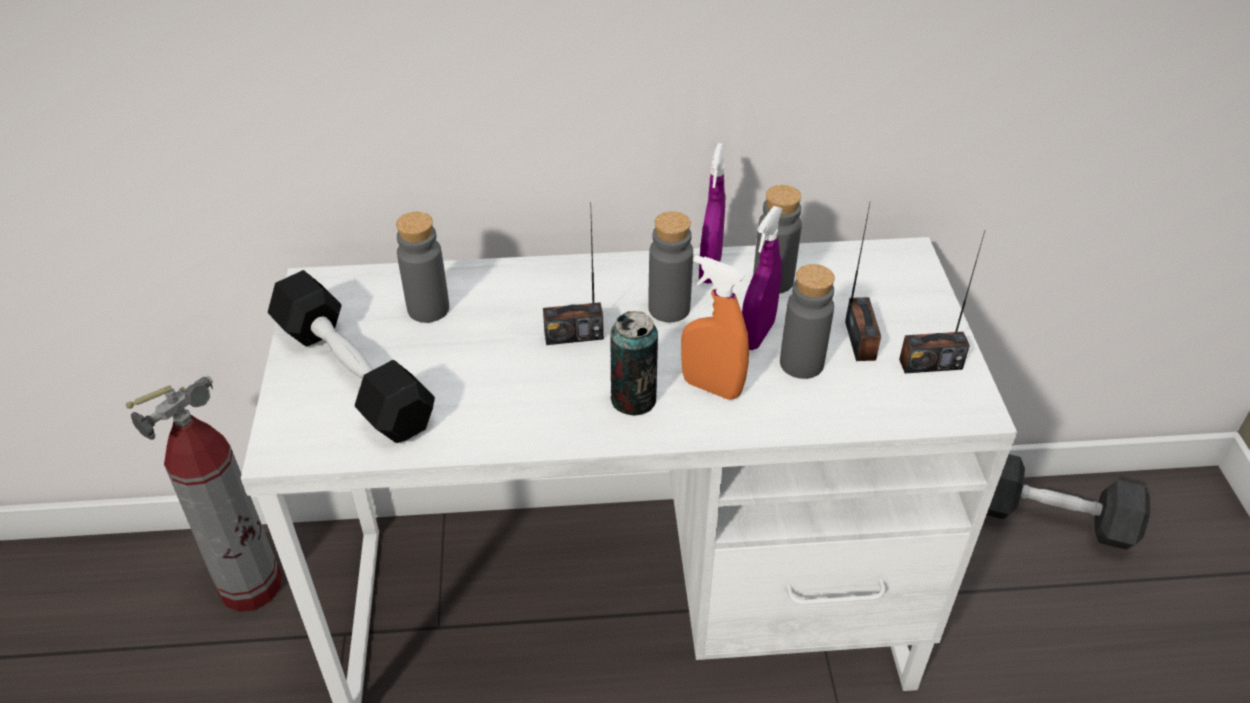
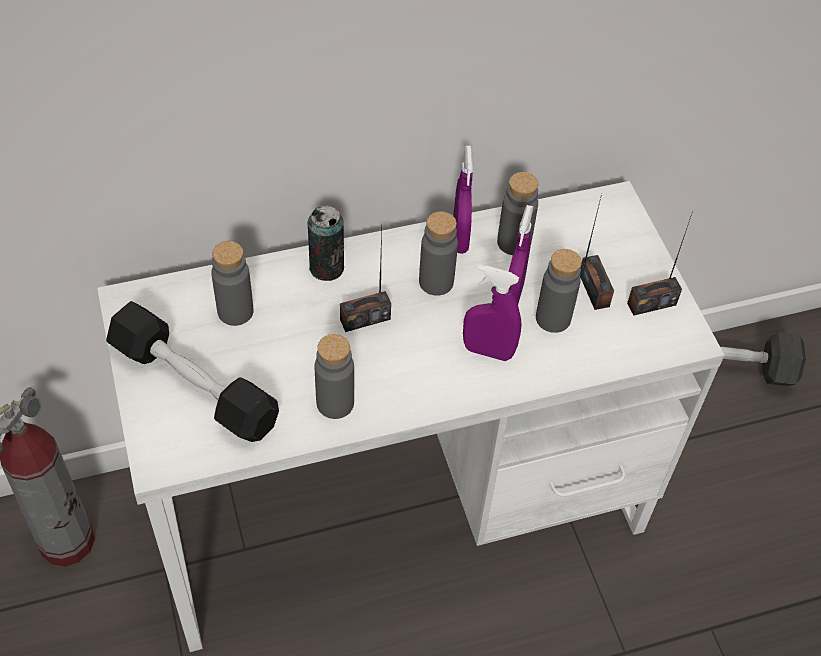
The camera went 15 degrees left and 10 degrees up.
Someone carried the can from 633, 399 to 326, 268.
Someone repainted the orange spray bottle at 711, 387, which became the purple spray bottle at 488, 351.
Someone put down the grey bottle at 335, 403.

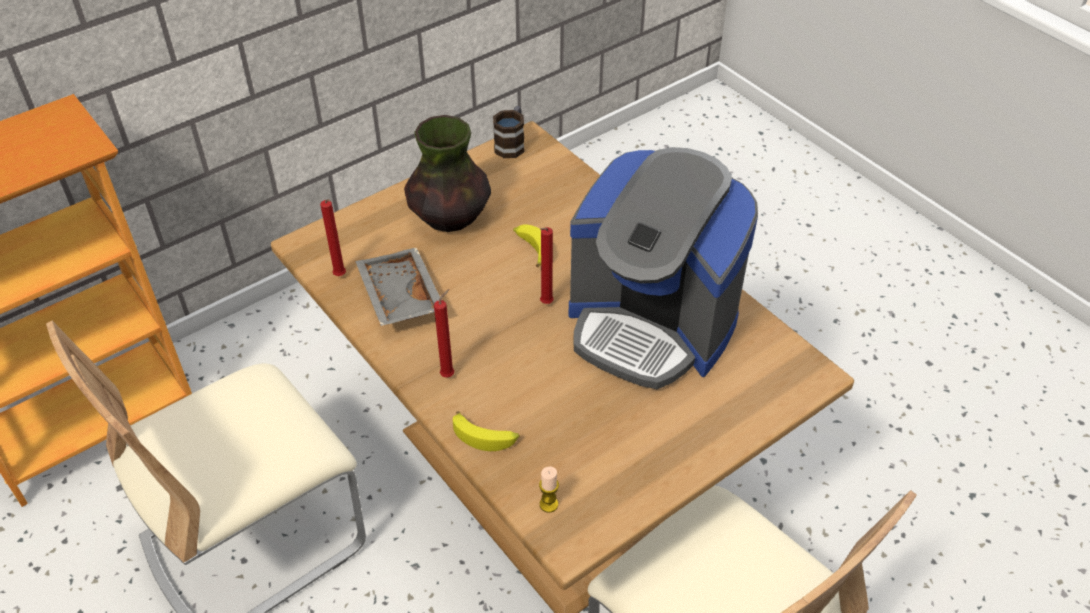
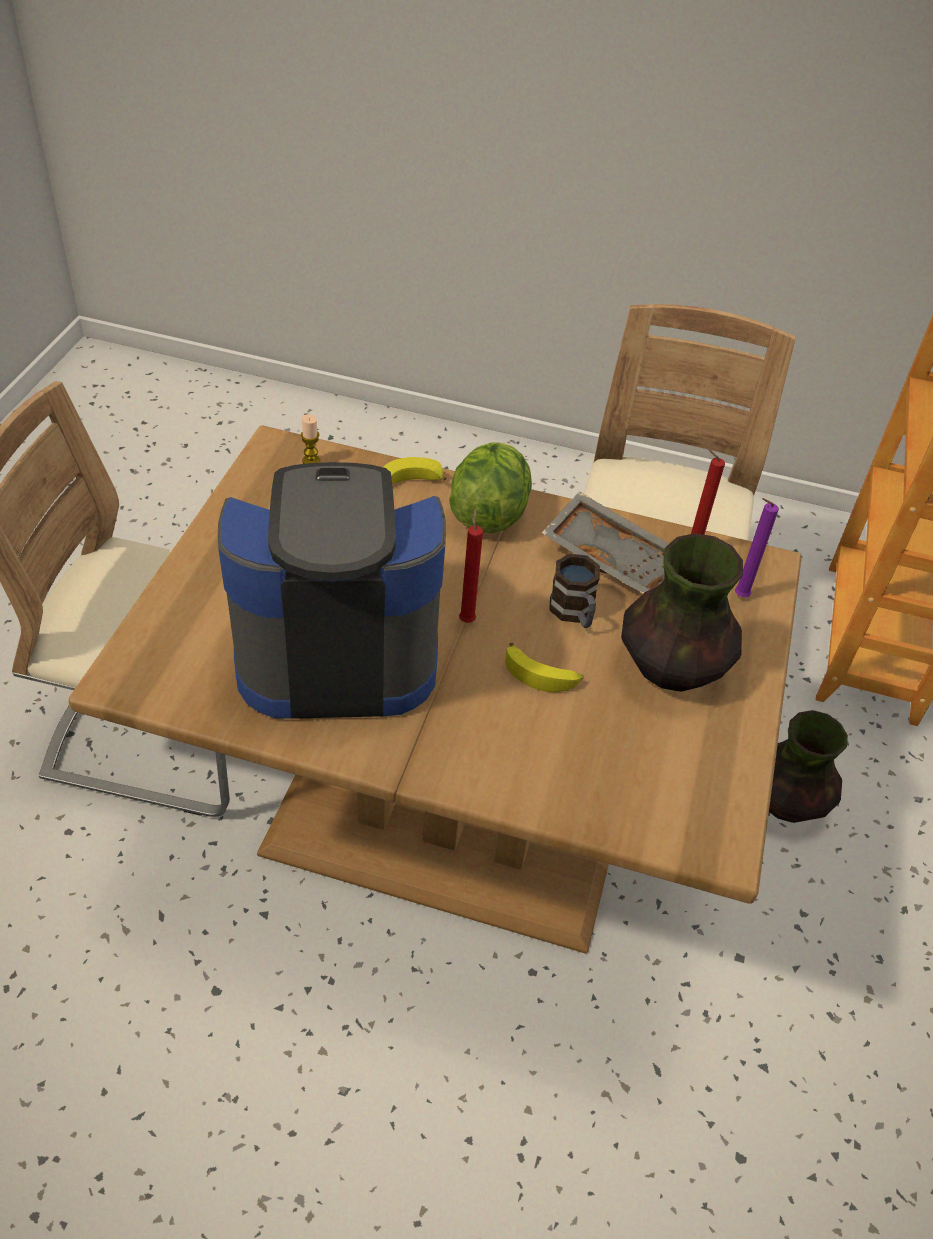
The camera went 140 degrees right and 0 degrees up.
Someone swapped the red candle at 449, 374 for the lettuce at 488, 514.
Someone carried the mug from 511, 144 to 574, 613.
Someone put down the purple candle at 738, 596.
Someone put down the vase at 785, 802.

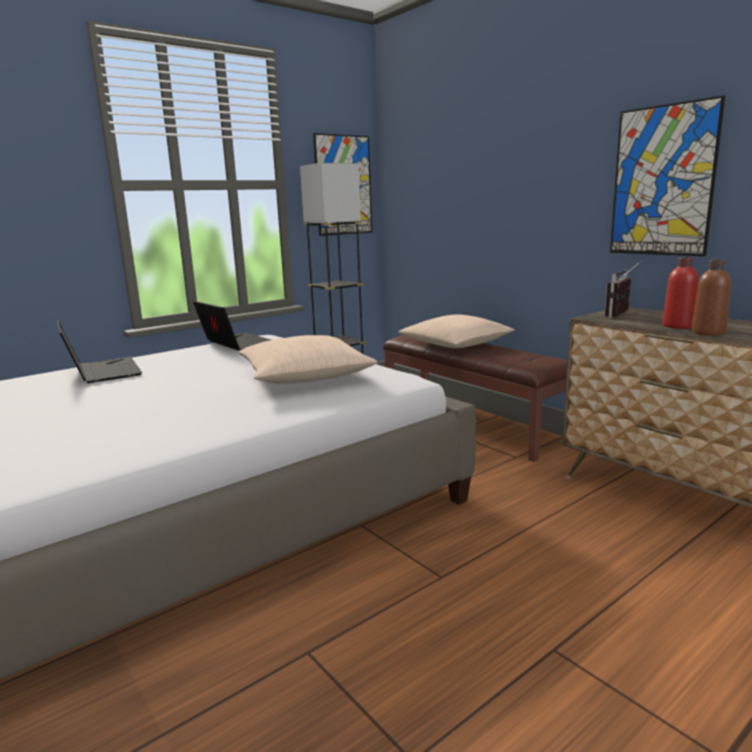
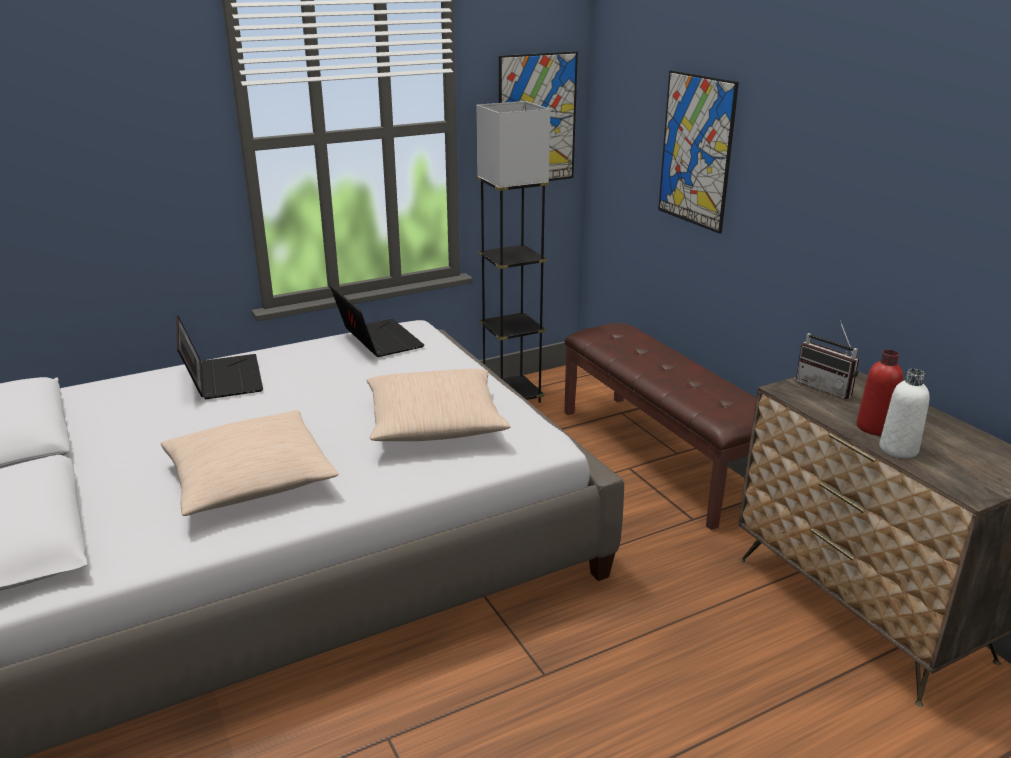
The camera went 10 degrees right and 10 degrees up.
Someone carried the beige pillow from 455, 345 to 249, 479.
Someone rotated the radio at 622, 315 by 90 degrees counterclockwise.
Someone carried the picture from 662, 181 to 696, 151.
Someone repainted the brown bottle at 708, 332, which became the white bottle at 898, 449.

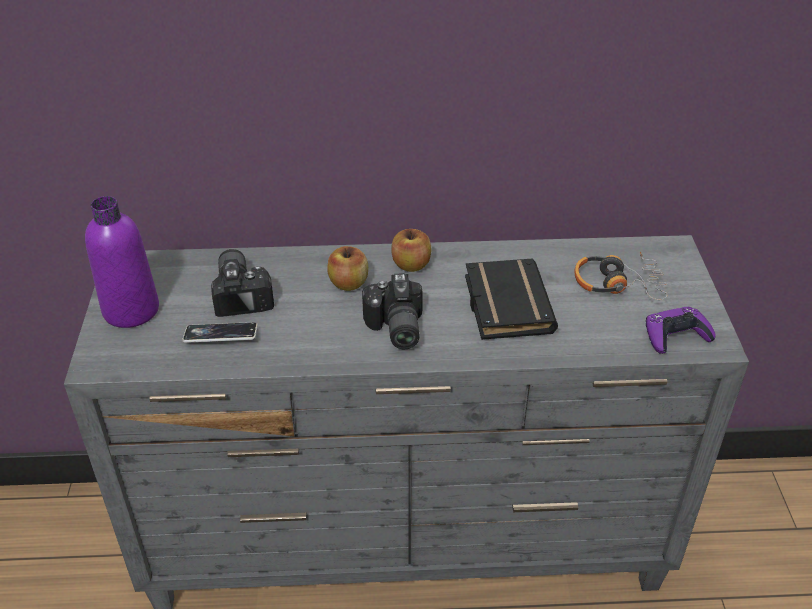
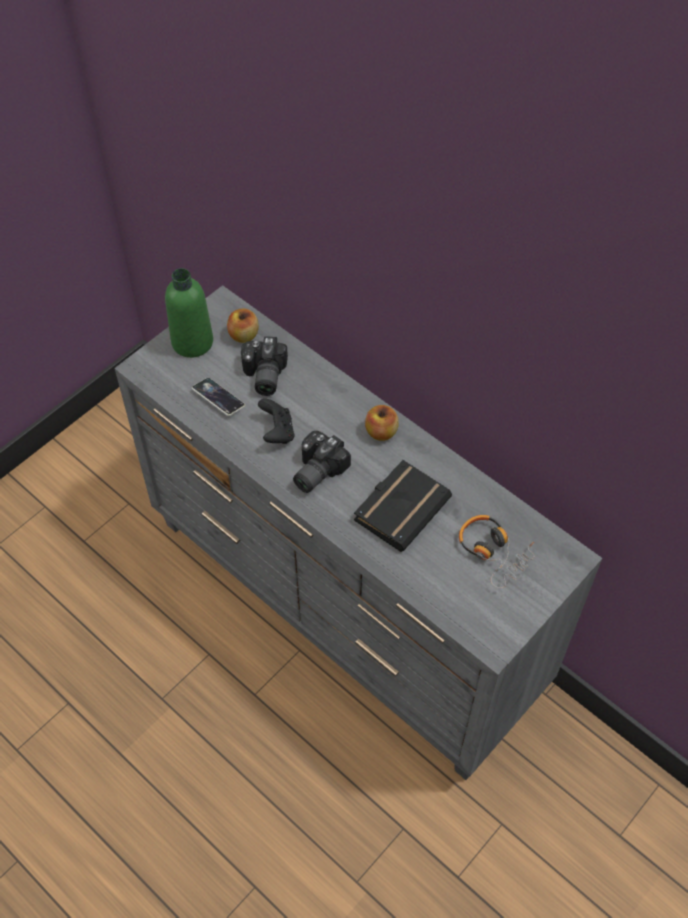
The camera went 45 degrees right and 15 degrees up.
Someone repainted the purple bottle at 131, 310, which became the green bottle at 192, 342.
Someone rotated the photo camera at 243, 292 by 150 degrees clockwise.
Someone carried the apple from 348, 283 to 244, 335.
Someone took away the purple game controller at 676, 335.
Someone put down the black game controller at 277, 432.

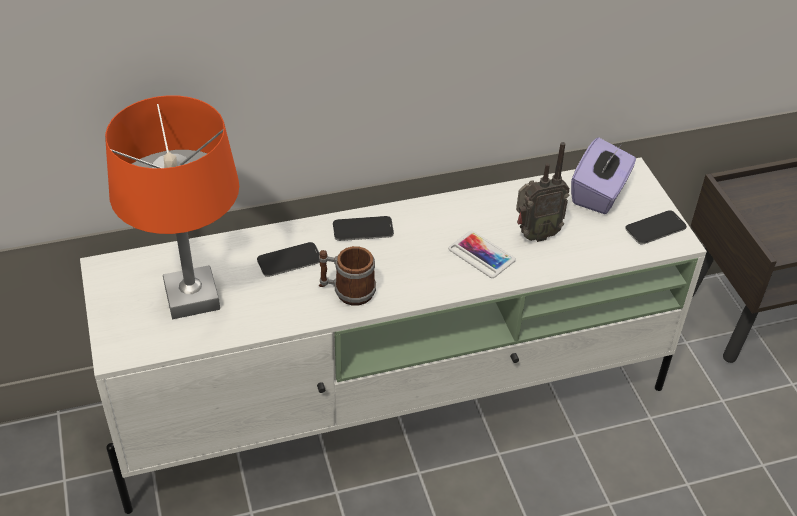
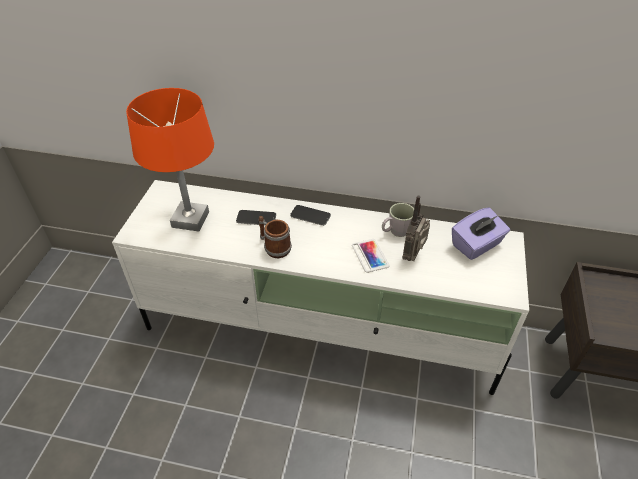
The camera went 30 degrees right and 0 degrees up.
Someone rotated the radio at 535, 234 by 105 degrees clockwise.
Someone took away the phone at 655, 228.
Someone put down the grey mug at 395, 232.

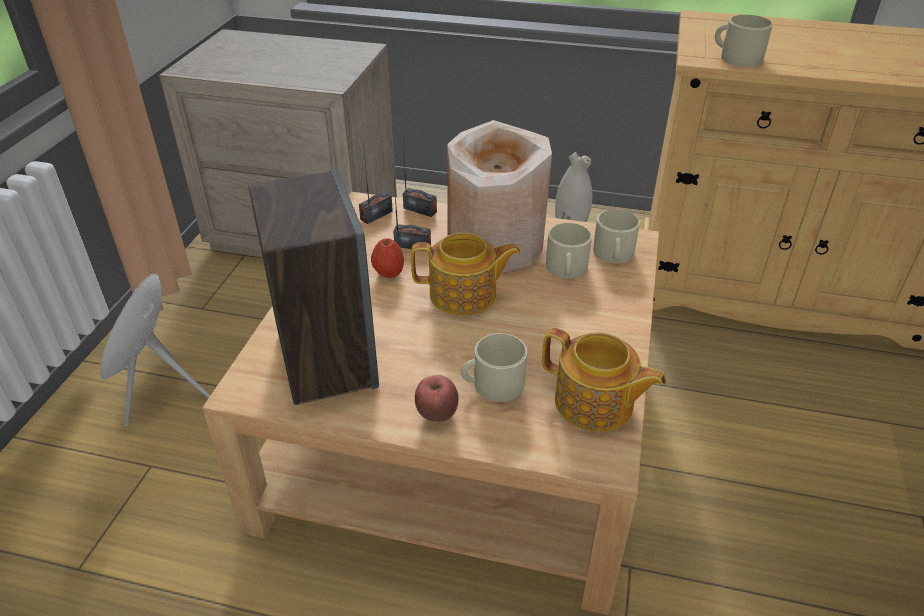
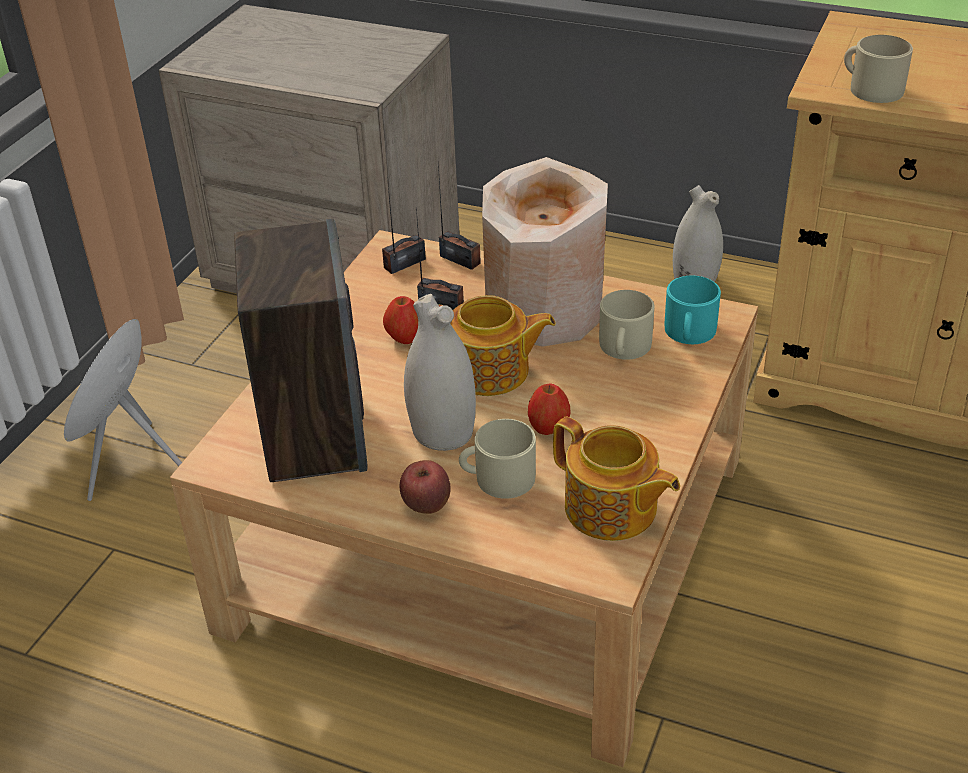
The camera went 10 degrees right and 0 degrees up.
Someone repainted the beige mug at 613, 254, which became the turquoise mug at 689, 333.
Someone put down the white vase at 442, 430.
Someone put down the apple at 548, 428.

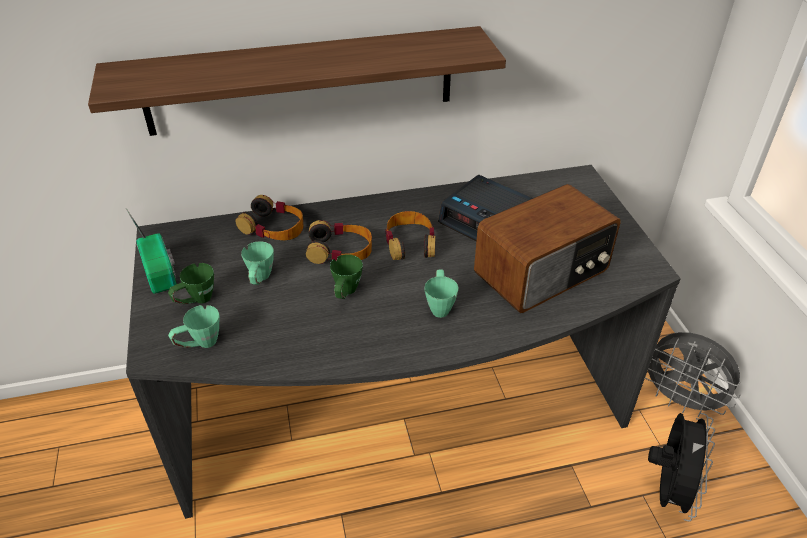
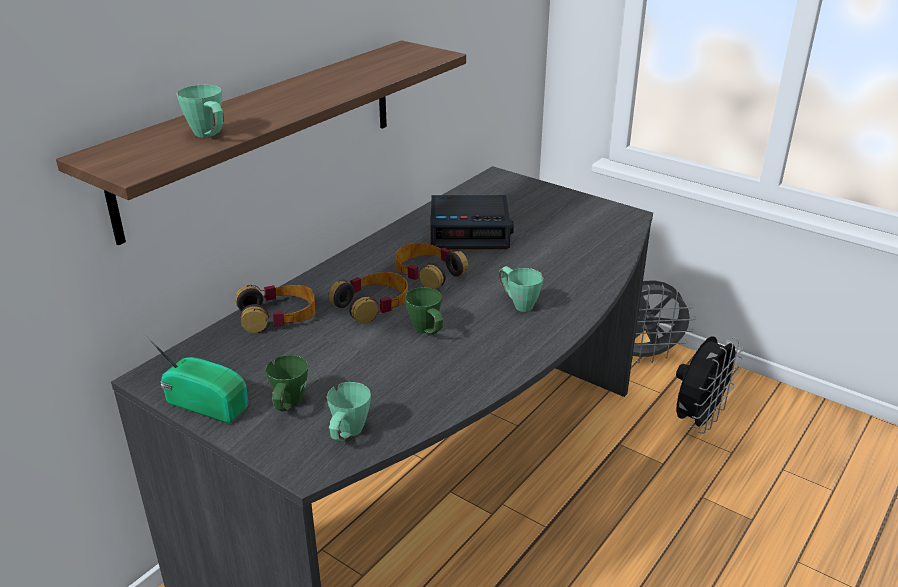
The camera went 40 degrees left and 10 degrees down.
Someone carried the green mug from 260, 280 to 210, 136.
Someone took away the radio at 543, 272.
Someone rotated the black fan at 668, 490 by 60 degrees clockwise.

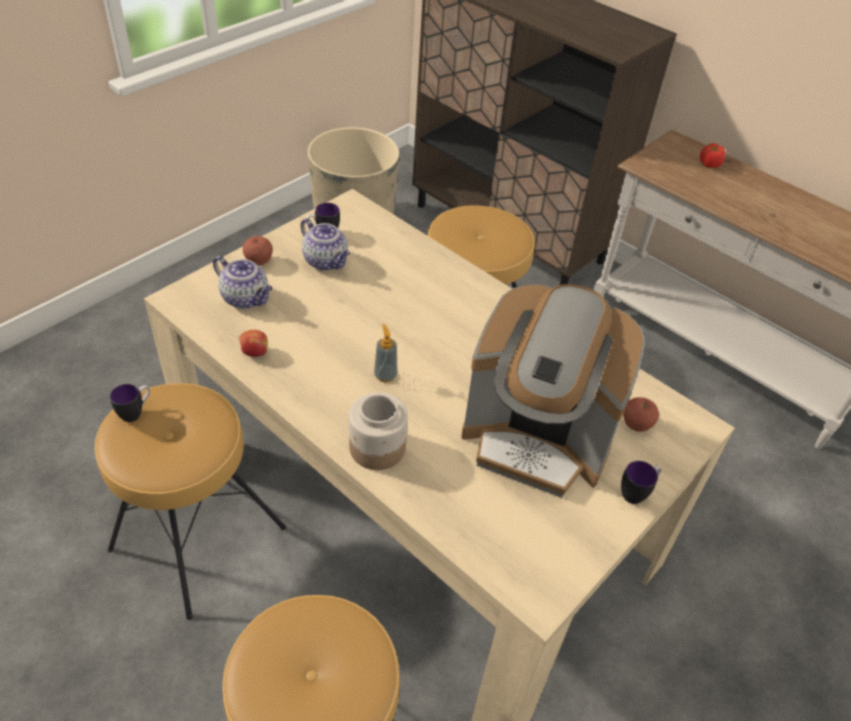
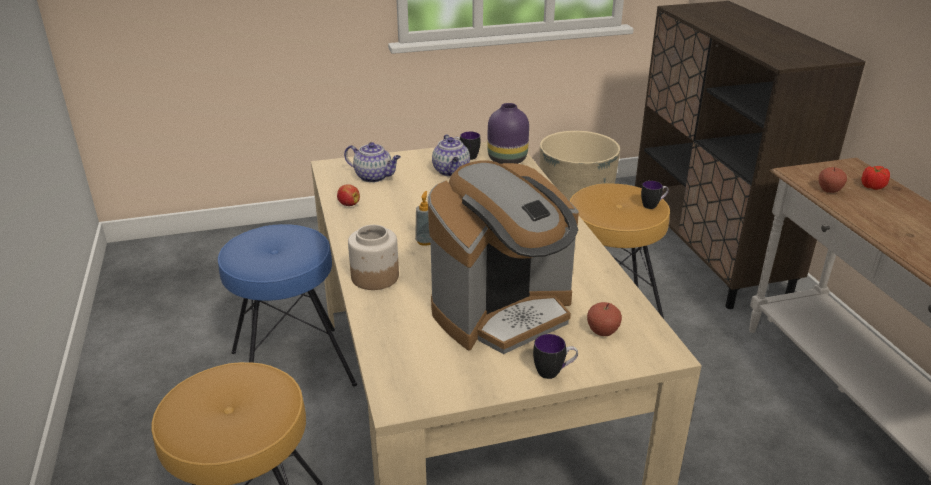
The camera went 35 degrees right and 15 degrees down.
Someone repainted the brown stool at 197, 537, which became the blue stool at 292, 367.
Someone carried the mug from 136, 412 to 653, 205.
Someone rotated the teapot at 246, 298 by 45 degrees counterclockwise.
Someone carried the apple from 259, 261 to 829, 190.
Someone rotated the coffee machine at 537, 439 by 90 degrees counterclockwise.
Someone put down the purple vase at 507, 159.

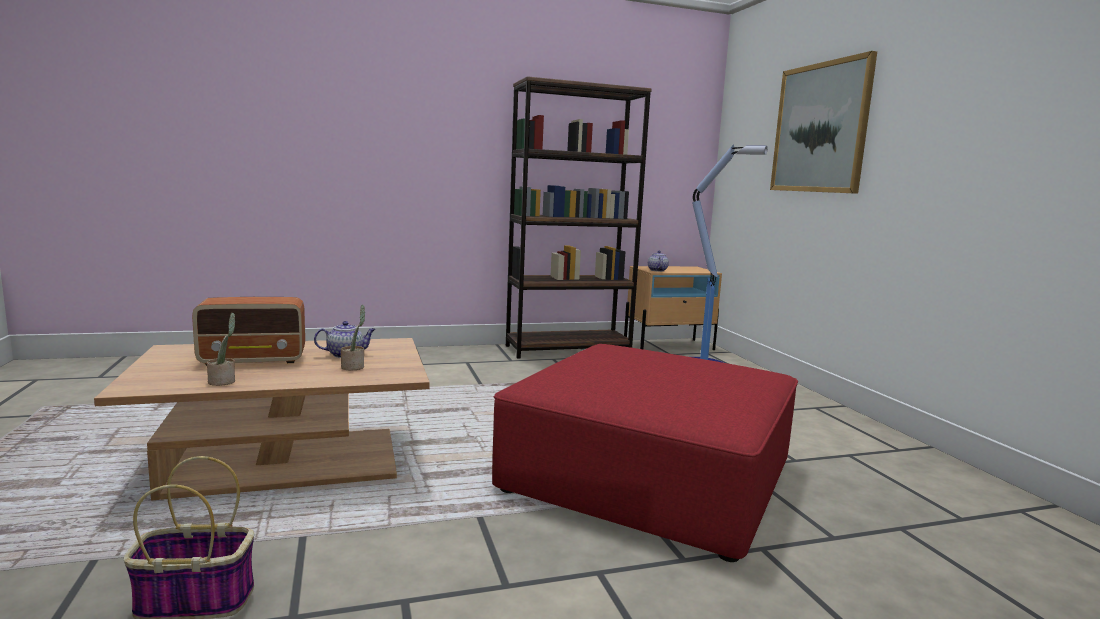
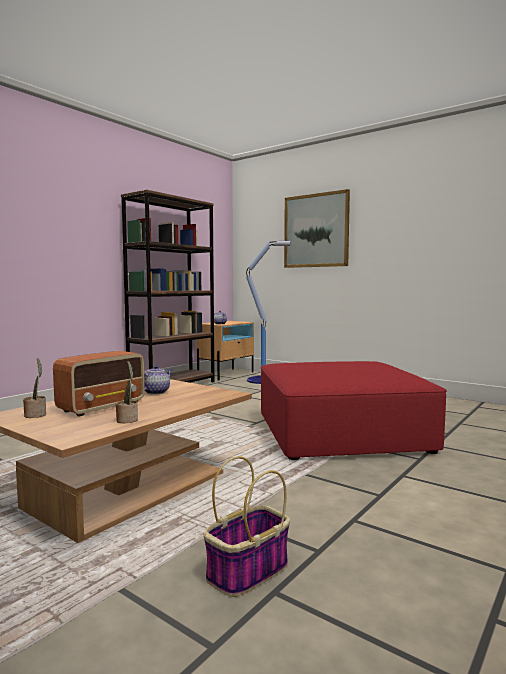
The camera went 35 degrees left and 5 degrees down.
Someone carried the potted plant from 354, 367 to 36, 415.

